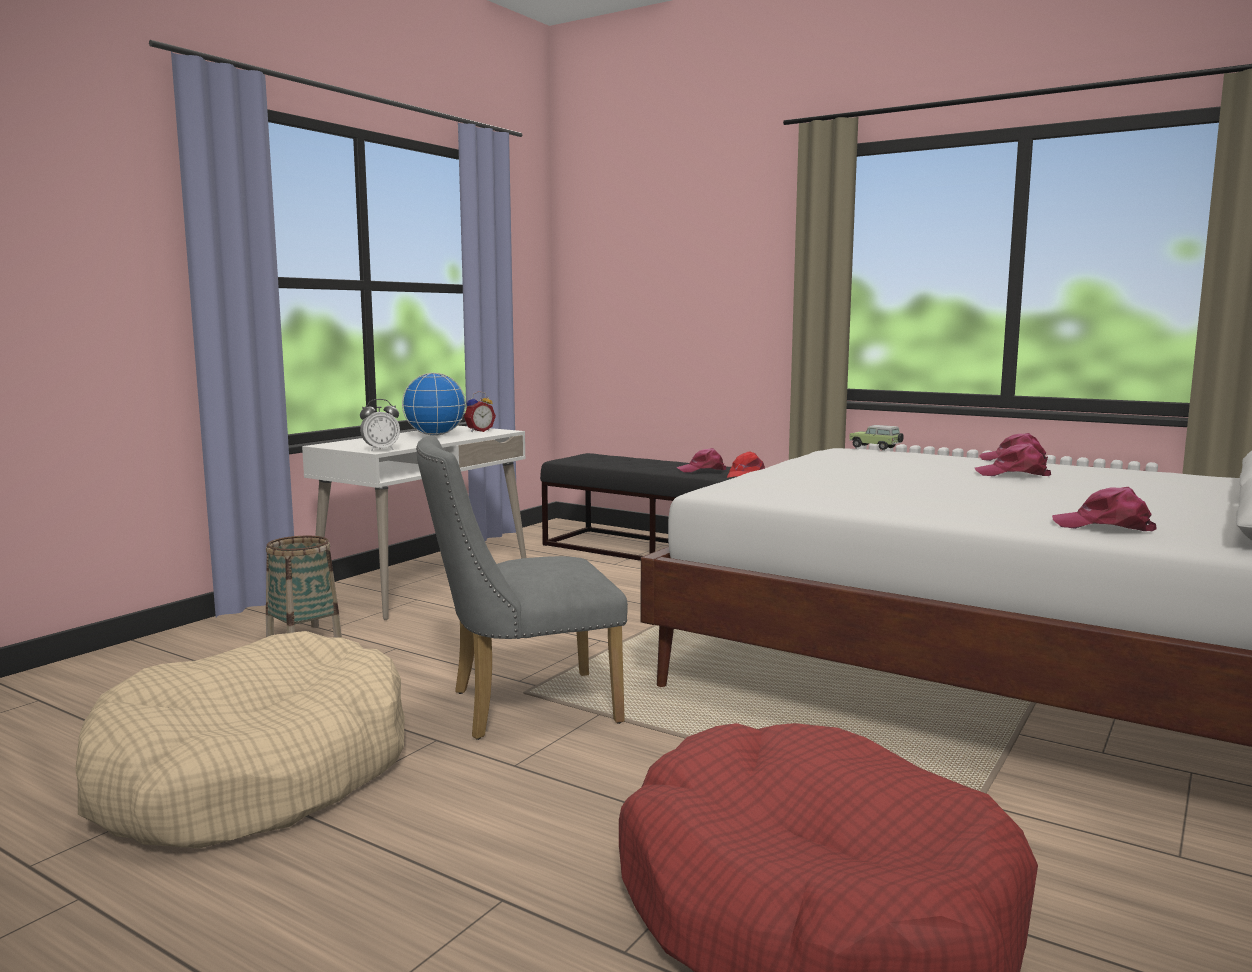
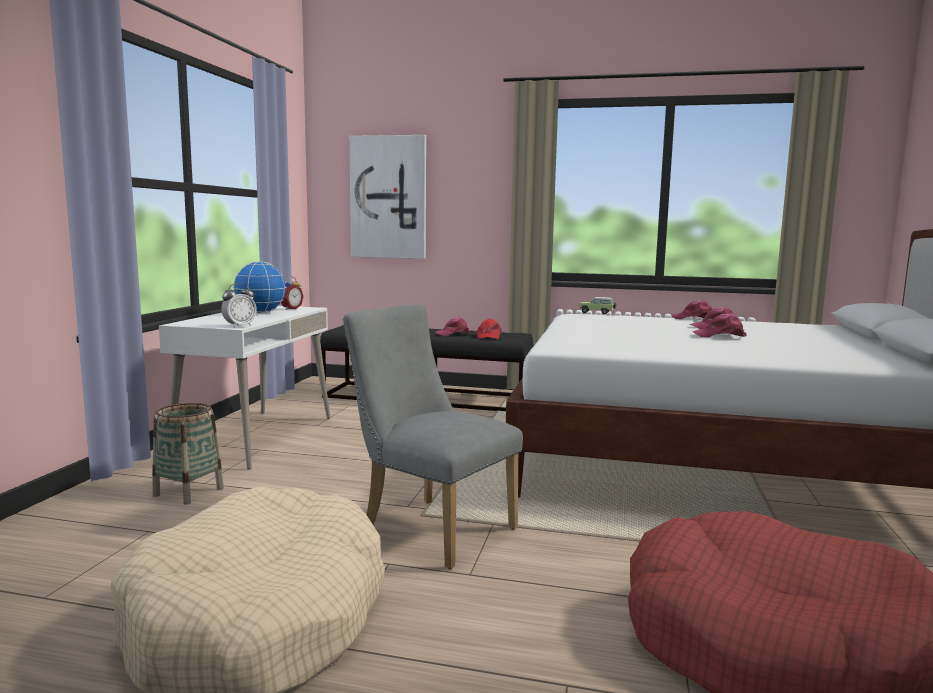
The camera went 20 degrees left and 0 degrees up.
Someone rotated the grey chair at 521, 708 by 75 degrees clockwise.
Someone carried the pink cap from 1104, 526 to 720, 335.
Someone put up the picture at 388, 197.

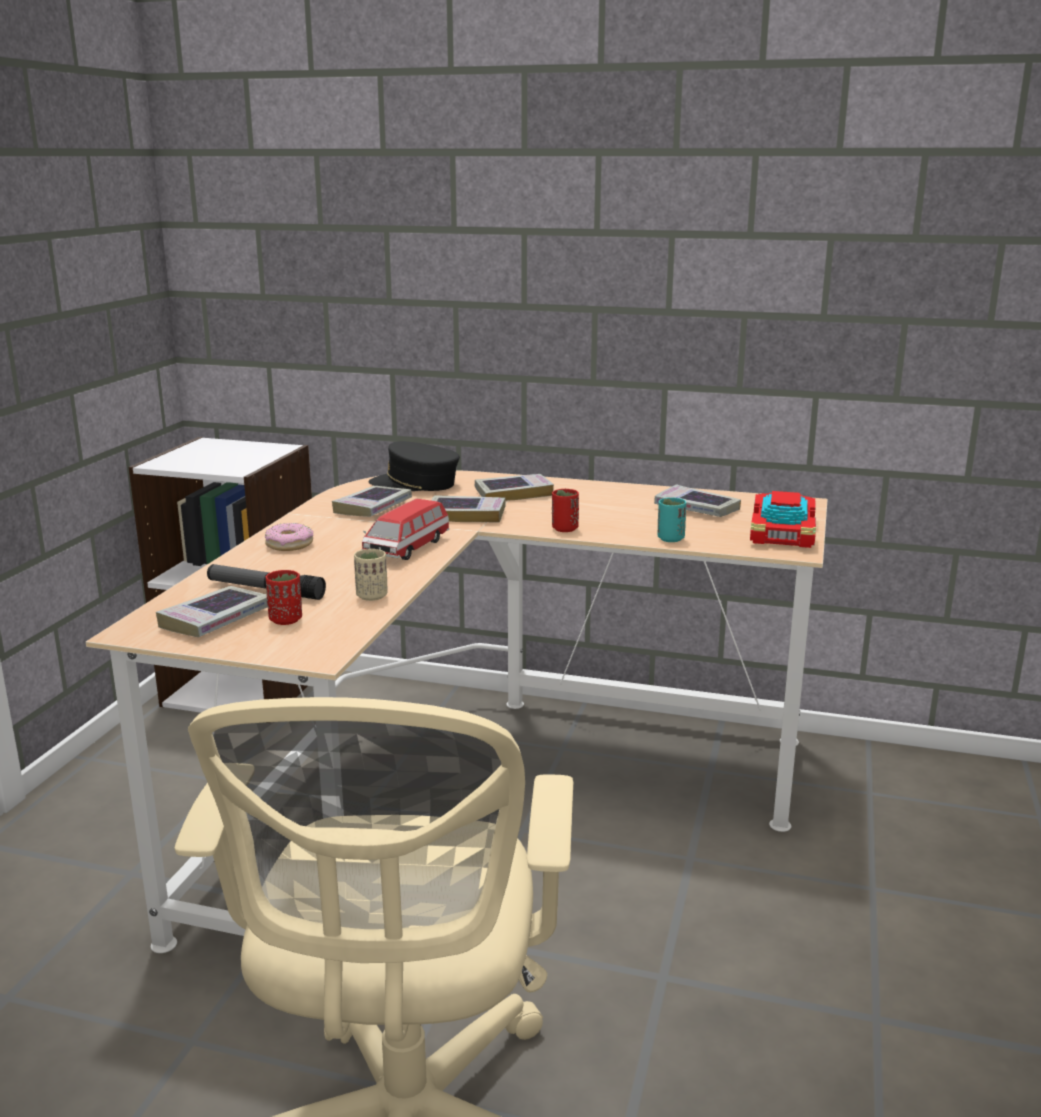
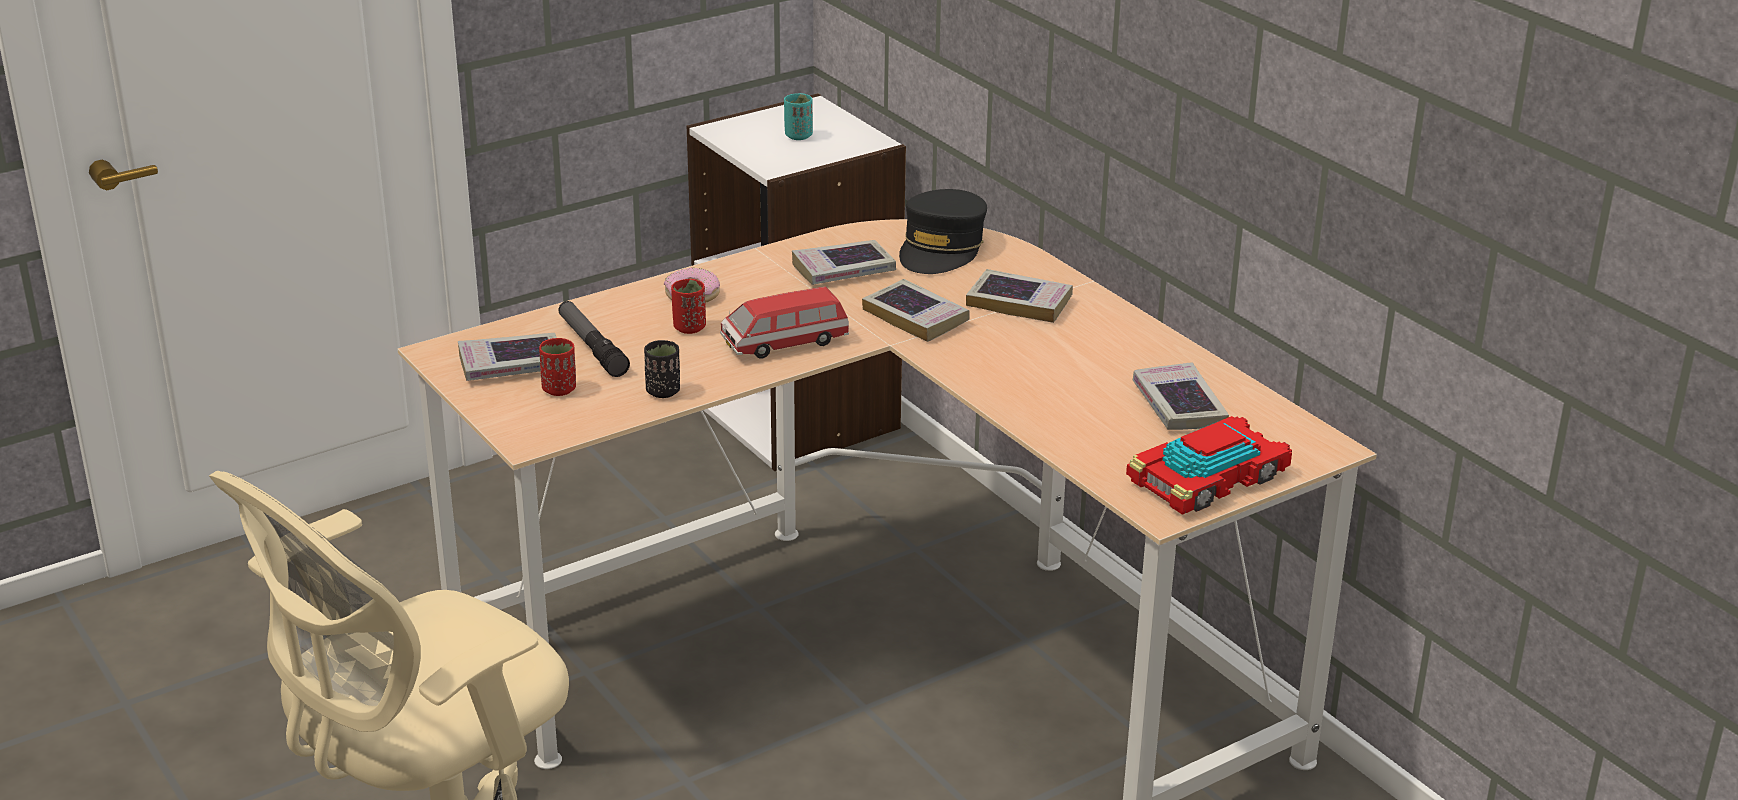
The camera went 40 degrees right and 10 degrees up.
Someone repainted the beige cup at 372, 596, which became the black cup at 663, 391.
Someone rotated the black cap at 415, 484 by 120 degrees counterclockwise.
Someone carried the red cup from 564, 529 to 689, 328.
Someone carried the turquoise cup from 670, 539 to 798, 136.

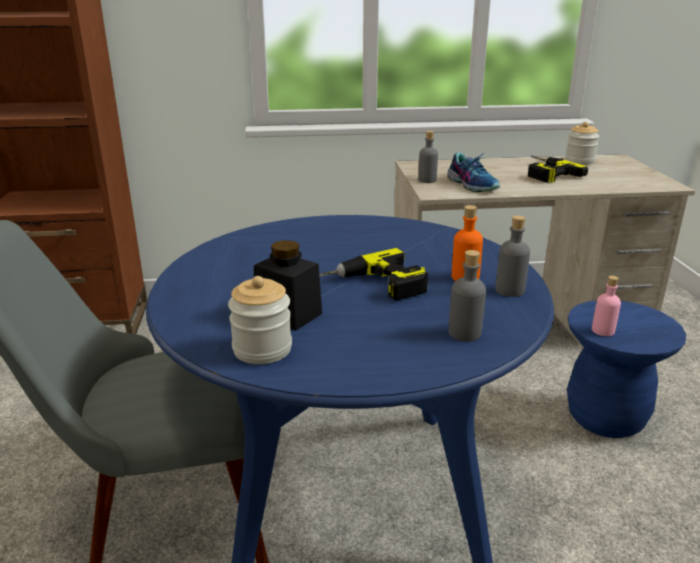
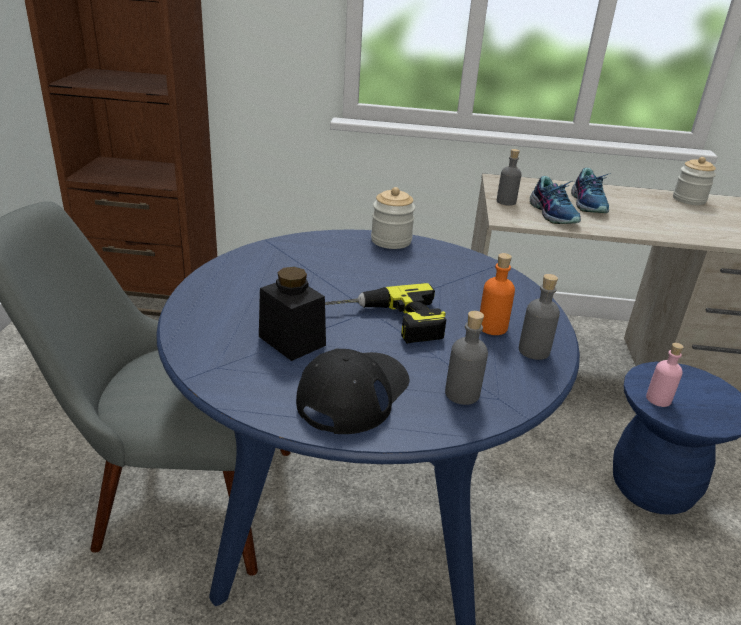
The camera went 10 degrees right and 5 degrees up.
Someone carried the jar from 262, 349 to 391, 241.
Someone took away the power drill at 543, 172.
Someone put down the black cap at 353, 393.
Someone put down the shoe at 589, 203.

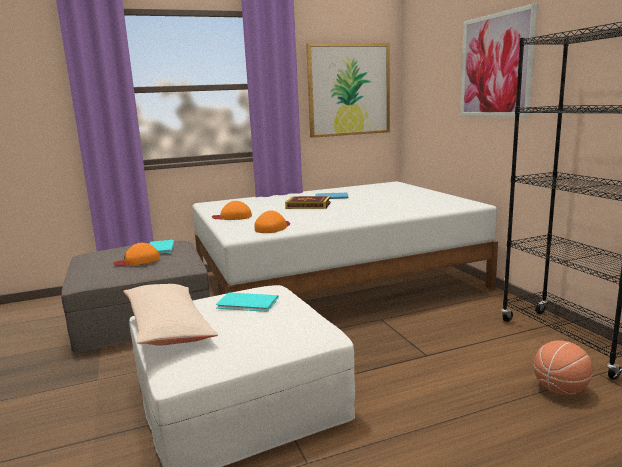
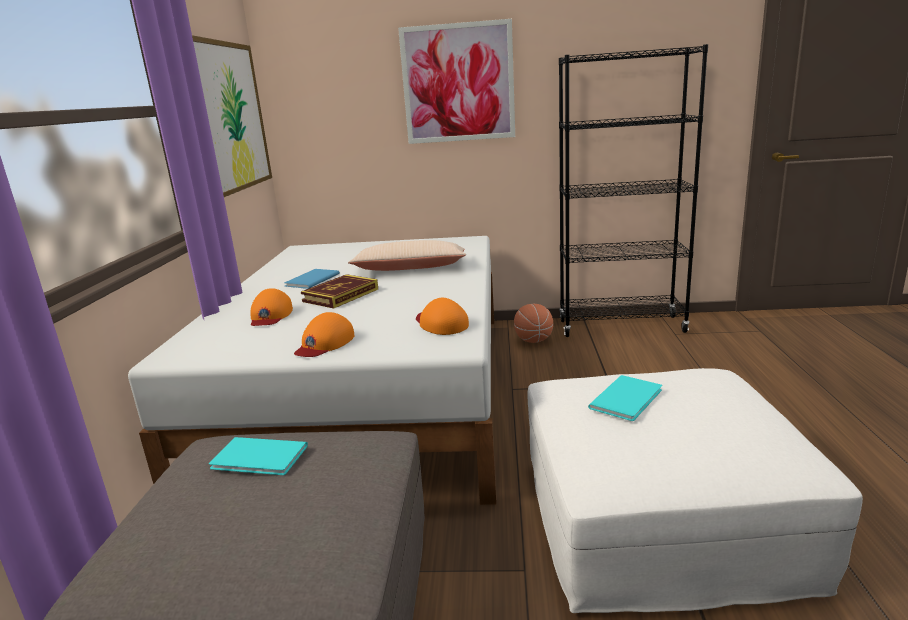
The camera went 65 degrees left and 5 degrees up.
Someone carried the orange cap from 138, 261 to 270, 315.
Someone carried the beige pillow from 168, 326 to 410, 268.
Someone carried the basketball from 560, 390 to 533, 340.

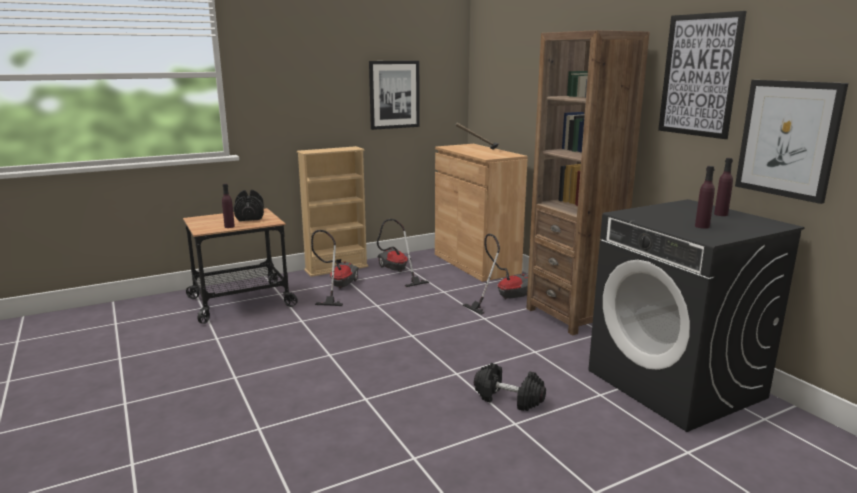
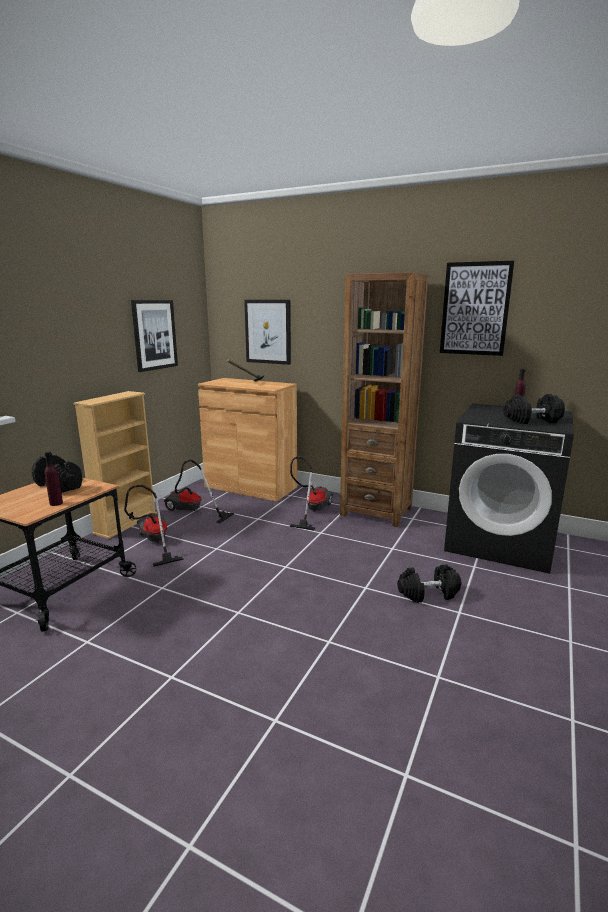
The camera went 35 degrees left and 0 degrees up.
Someone swapped the purple bottle at 702, 226 for the black dumbbell at 532, 421.
Someone carried the picture from 788, 139 to 268, 331.

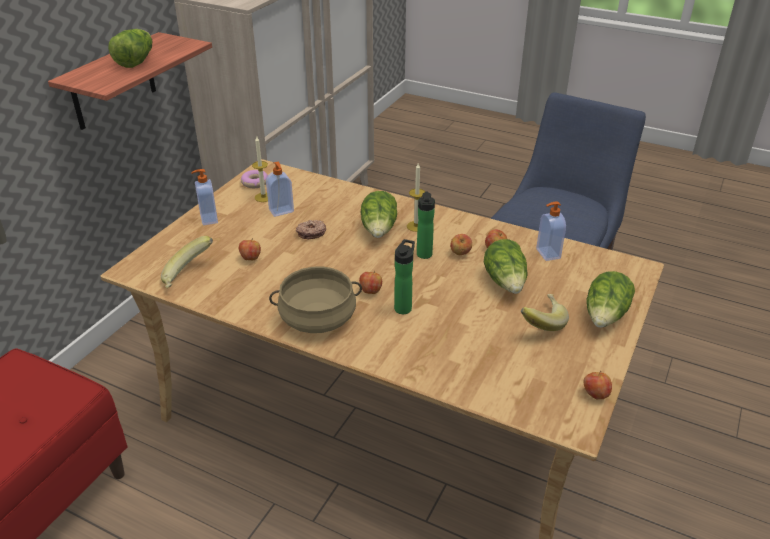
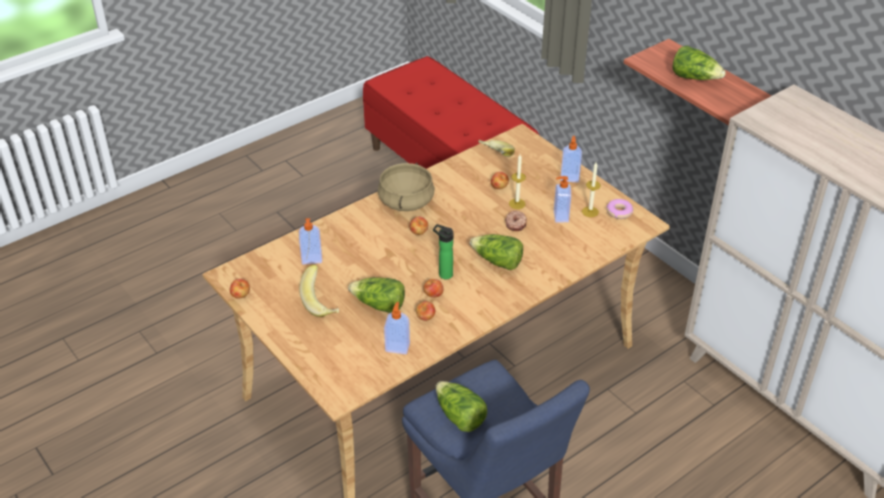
The camera went 115 degrees right and 5 degrees up.
Someone took away the bottle at 404, 307.
Someone carried the candle from 416, 226 to 517, 204.
Someone carried the lettuce from 605, 316 to 459, 416.
Someone put down the soap dispenser at 312, 259.

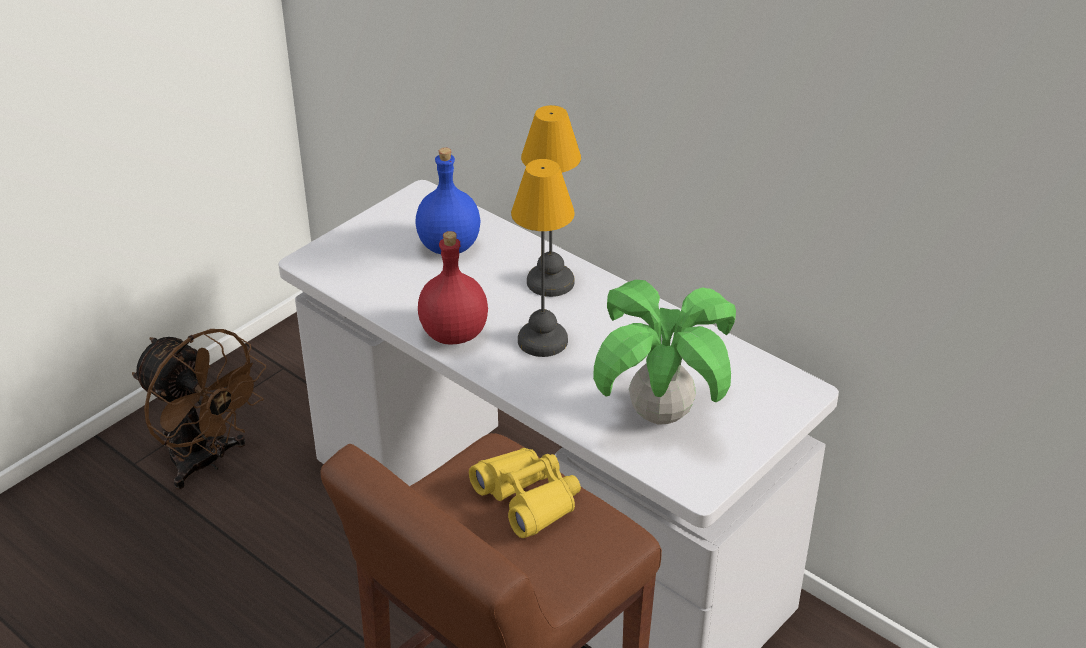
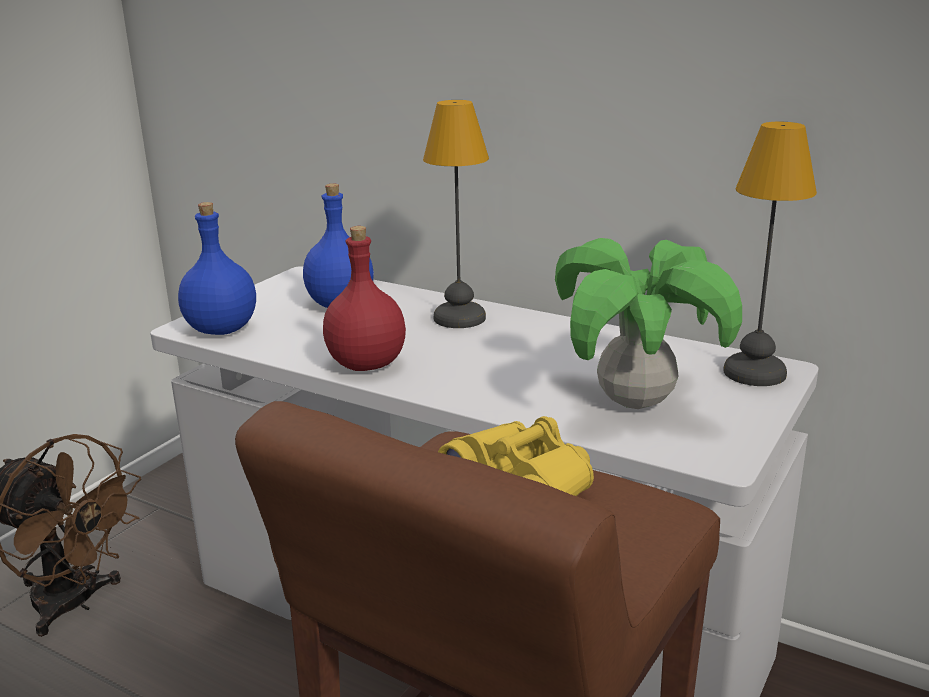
The camera went 10 degrees left and 15 degrees down.
Someone carried the table lamp from 543, 341 to 756, 373.
Someone put down the blue bottle at 223, 329.

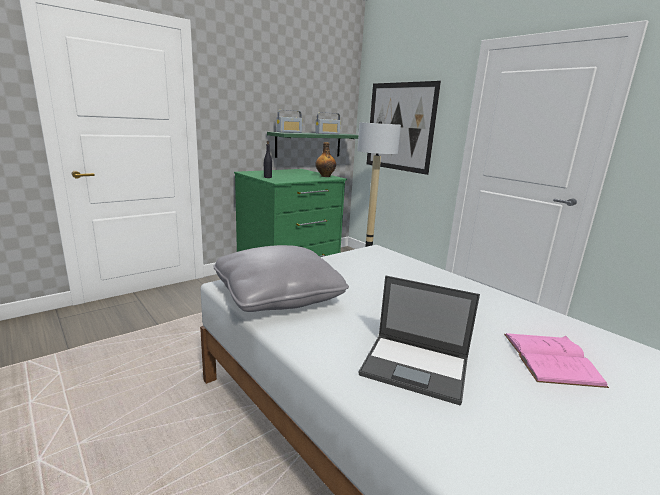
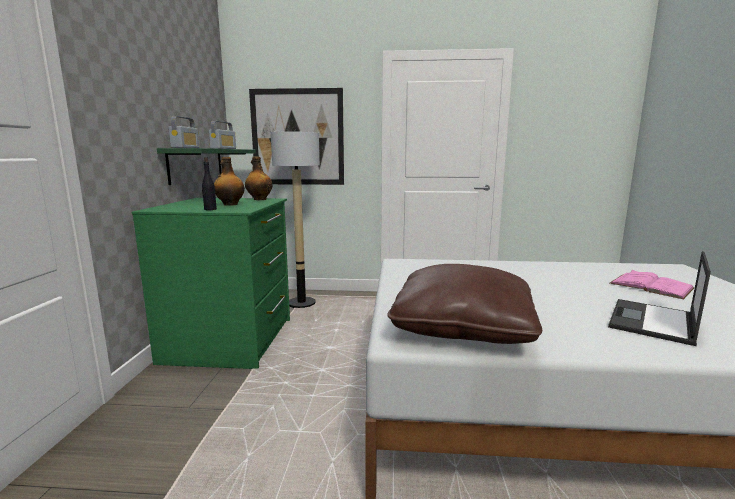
The camera went 45 degrees left and 5 degrees down.
Someone repainted the grey pillow at 277, 296, which became the brown pillow at 462, 326.
Someone rotated the laptop at 416, 367 by 150 degrees clockwise.
Someone put down the bottle at 230, 204.

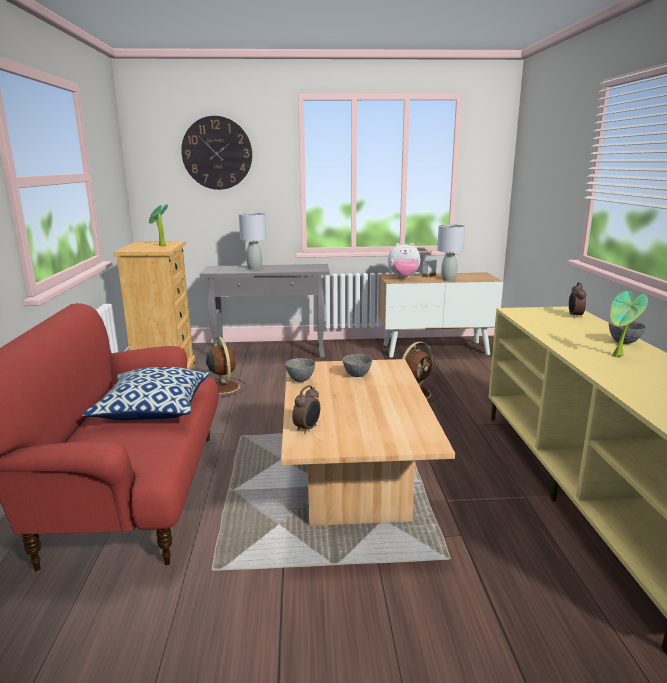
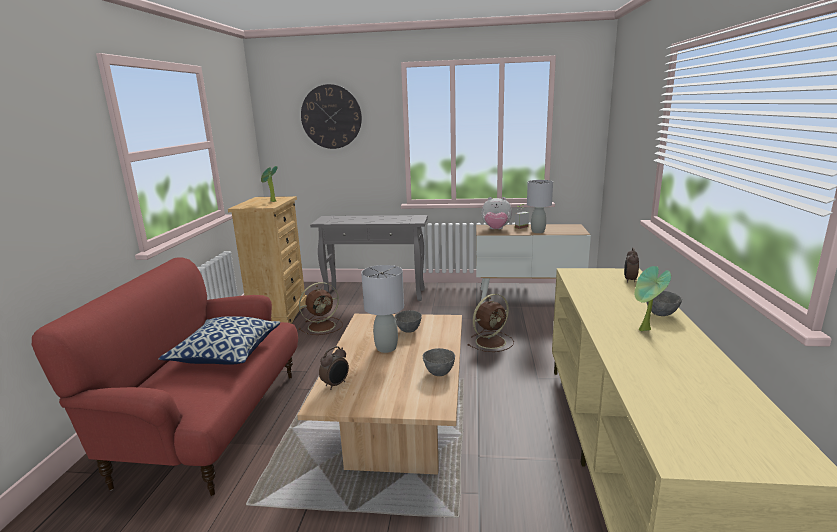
The camera went 10 degrees right and 0 degrees up.
Someone rotated the brown fan at 223, 387 by 75 degrees clockwise.
Someone carried the grey table lamp from 255, 268 to 387, 348.
Someone carried the grey bowl from 300, 380 to 438, 373.

